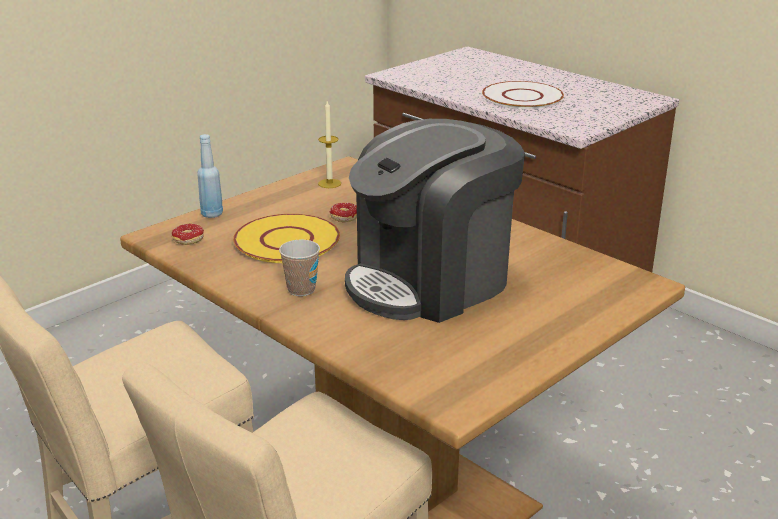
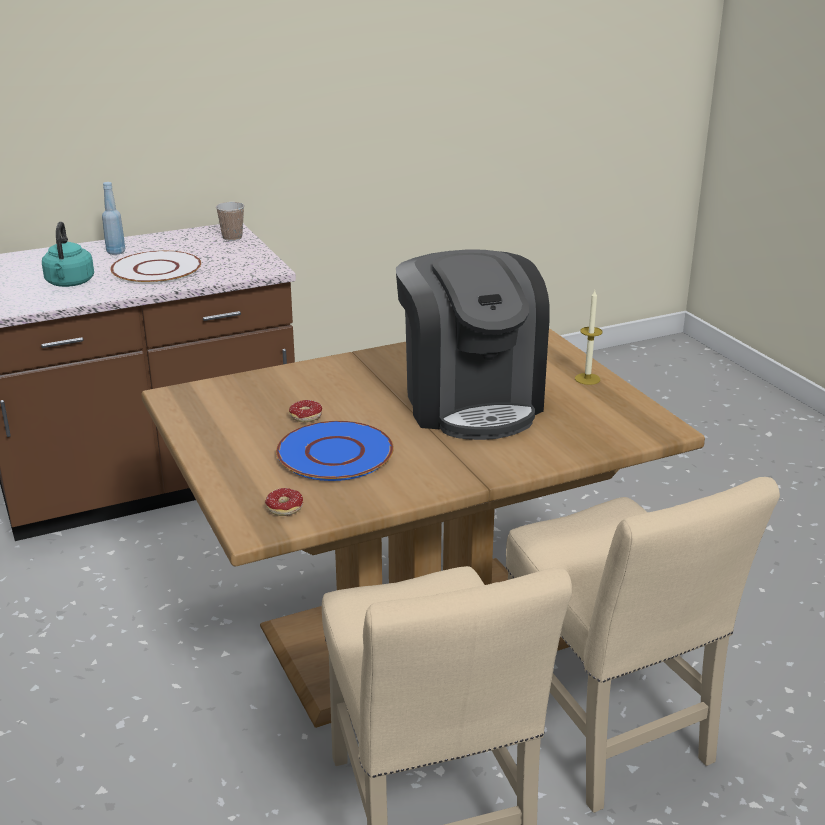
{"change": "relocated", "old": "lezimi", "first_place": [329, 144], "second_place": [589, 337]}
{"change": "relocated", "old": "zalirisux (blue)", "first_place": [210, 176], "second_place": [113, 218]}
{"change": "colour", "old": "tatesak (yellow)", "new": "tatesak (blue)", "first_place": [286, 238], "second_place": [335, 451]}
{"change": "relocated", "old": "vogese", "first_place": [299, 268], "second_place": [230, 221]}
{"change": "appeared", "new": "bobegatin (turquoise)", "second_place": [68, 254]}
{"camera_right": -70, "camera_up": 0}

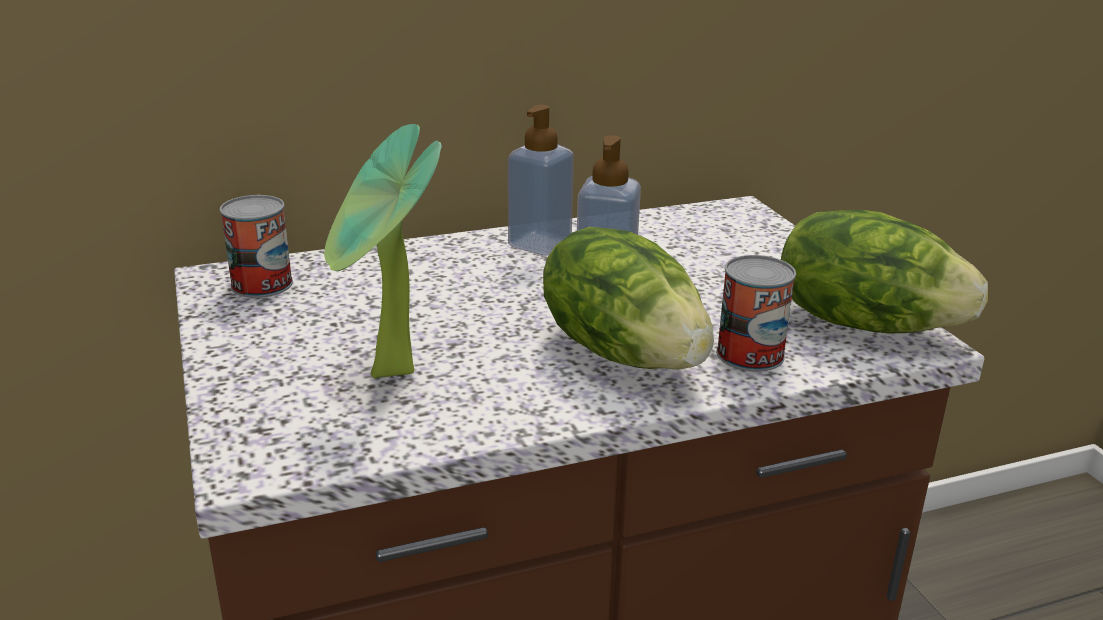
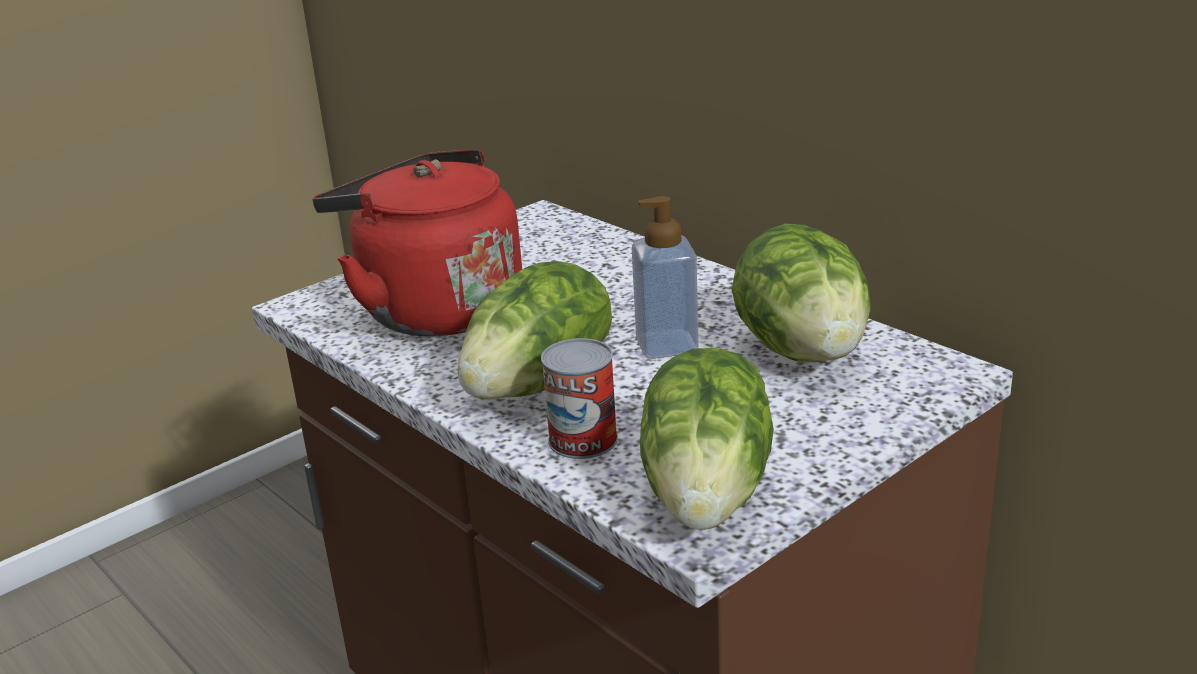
{"change": "missing", "old": "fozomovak", "first_place": [541, 180]}
{"change": "exchanged", "old": "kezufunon", "new": "bobegatin (red)", "first_place": [383, 251], "second_place": [417, 243]}
{"change": "missing", "old": "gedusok", "first_place": [256, 246]}
{"change": "appeared", "new": "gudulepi", "second_place": [801, 293]}
{"camera_right": 70, "camera_up": 0}

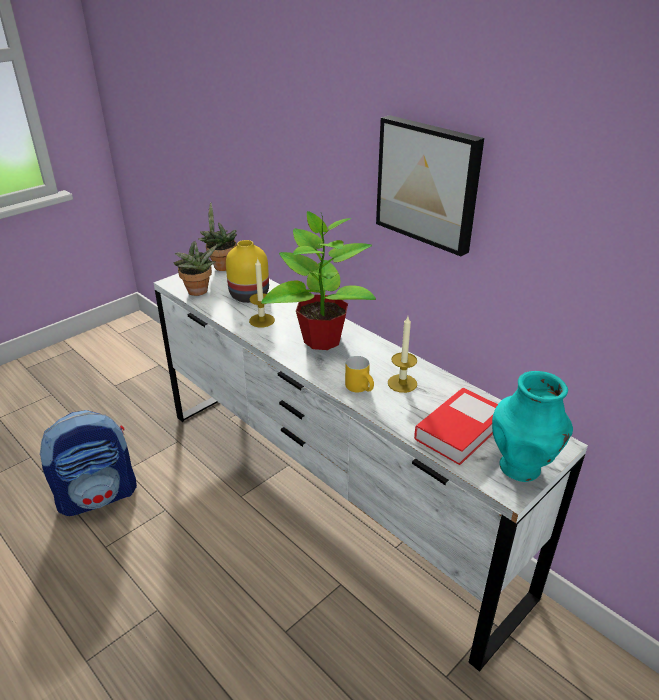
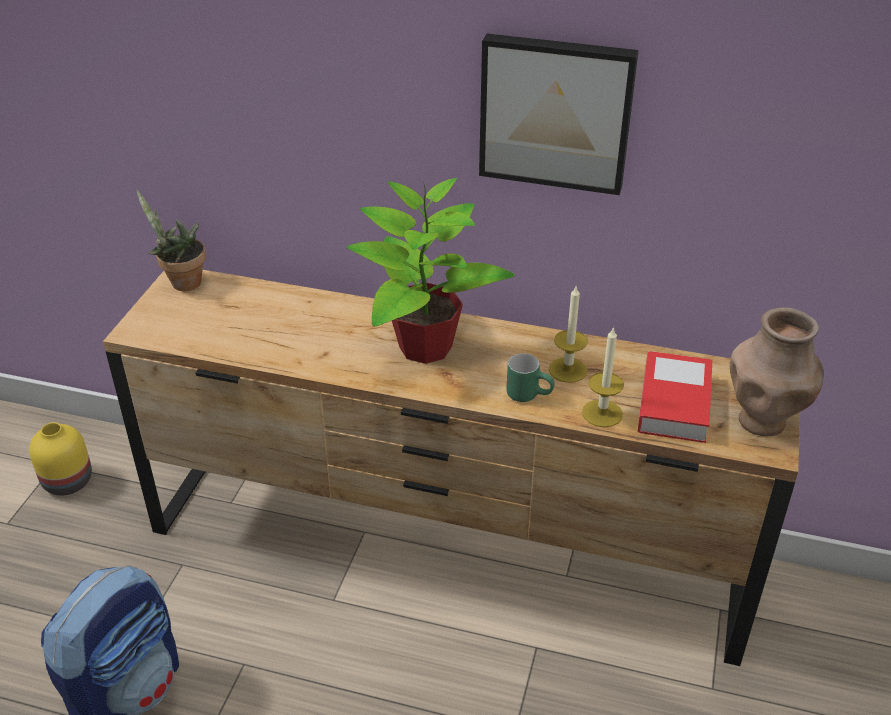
{"change": "relocated", "old": "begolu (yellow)", "first_place": [247, 271], "second_place": [60, 459]}
{"change": "missing", "old": "kezufunon", "first_place": [195, 268]}
{"change": "relocated", "old": "lezimi", "first_place": [262, 293], "second_place": [603, 377]}
{"change": "colour", "old": "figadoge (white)", "new": "figadoge (brown)", "first_place": [371, 468], "second_place": [451, 468]}
{"change": "colour", "old": "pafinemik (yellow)", "new": "pafinemik (green)", "first_place": [359, 374], "second_place": [530, 377]}
{"change": "colour", "old": "begolu (turquoise)", "new": "begolu (brown)", "first_place": [532, 426], "second_place": [777, 371]}
{"camera_right": -30, "camera_up": 5}

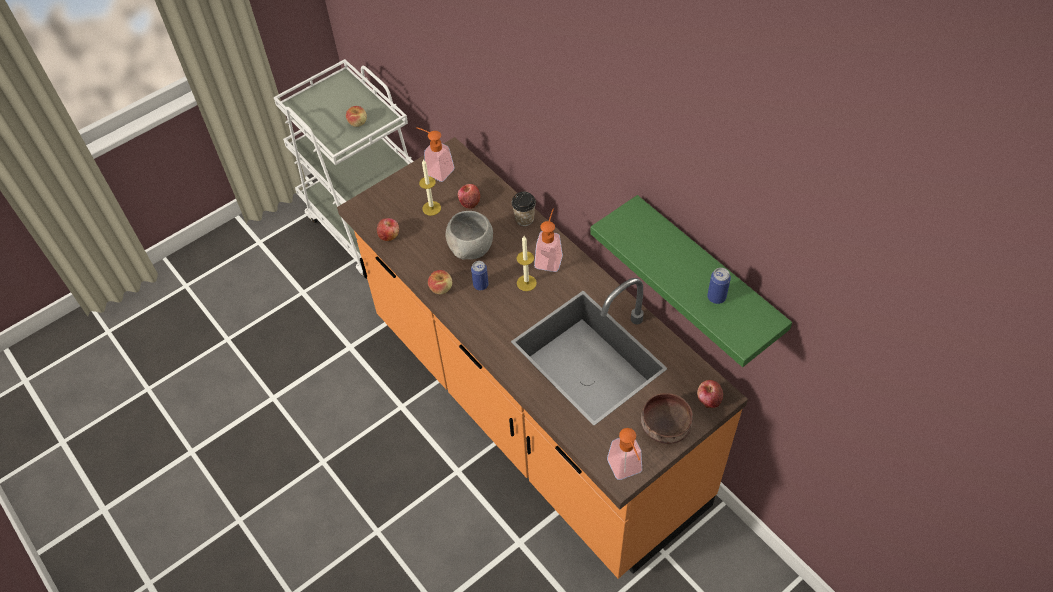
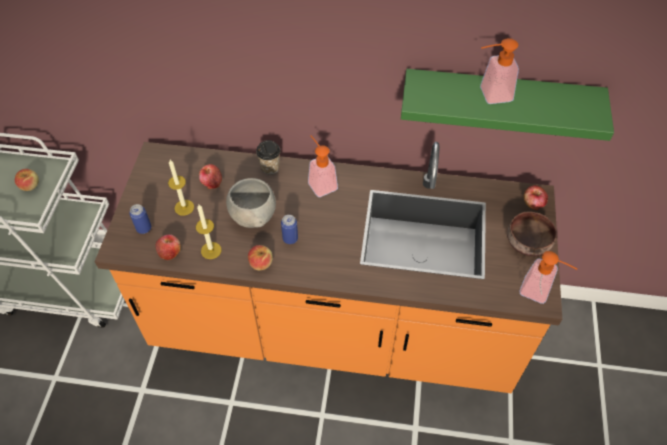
{"change": "relocated", "old": "fozomovak", "first_place": [435, 154], "second_place": [499, 71]}
{"change": "relocated", "old": "lezimi", "first_place": [527, 263], "second_place": [208, 232]}
{"change": "relocated", "old": "gedusok", "first_place": [719, 286], "second_place": [140, 219]}
{"camera_right": -45, "camera_up": 0}

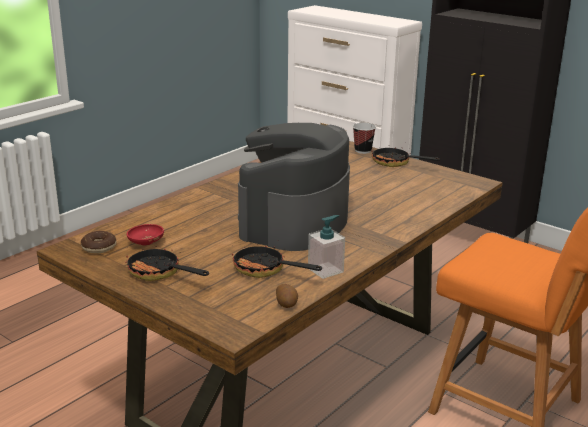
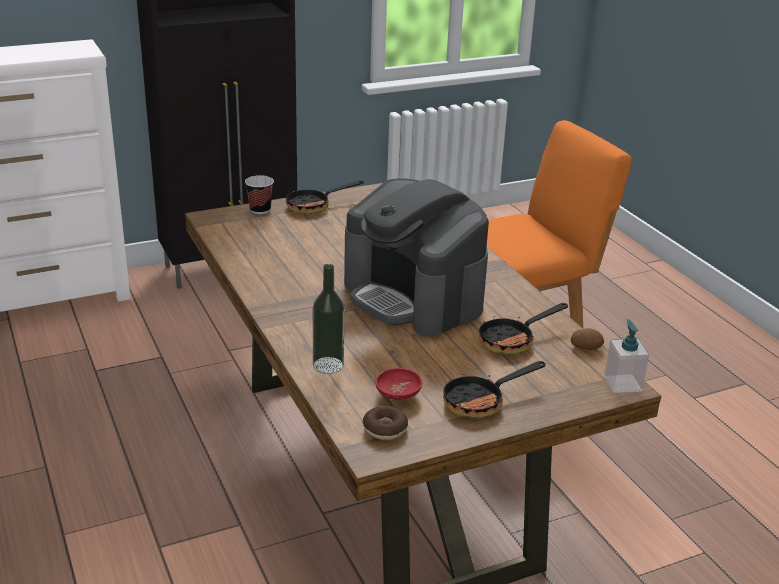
{"change": "relocated", "old": "fozomovak", "first_place": [326, 247], "second_place": [627, 356]}
{"change": "appeared", "new": "zalirisux", "second_place": [329, 319]}
{"camera_right": -65, "camera_up": 5}

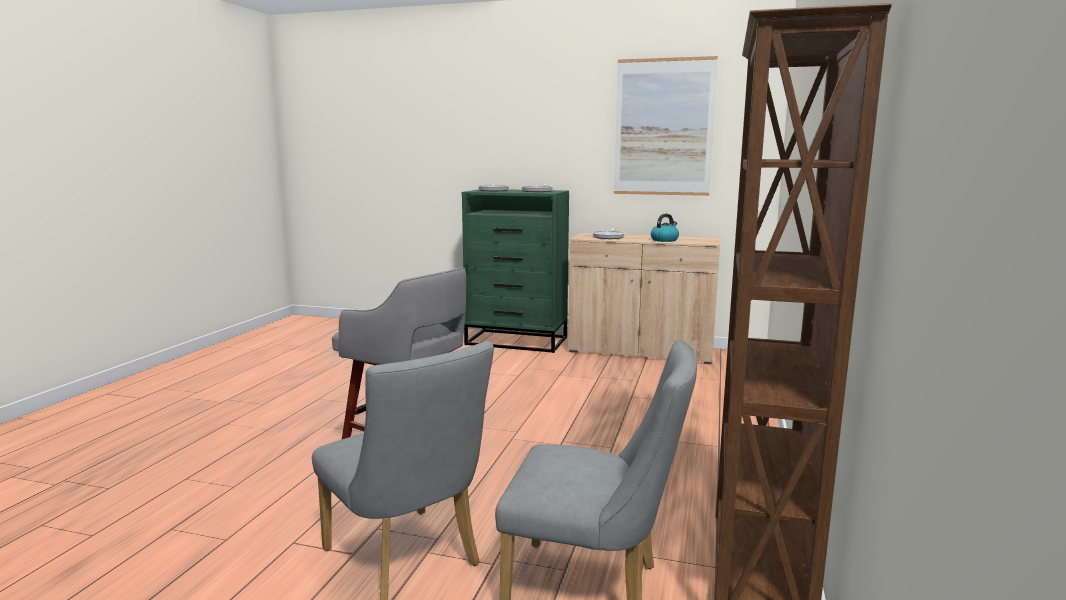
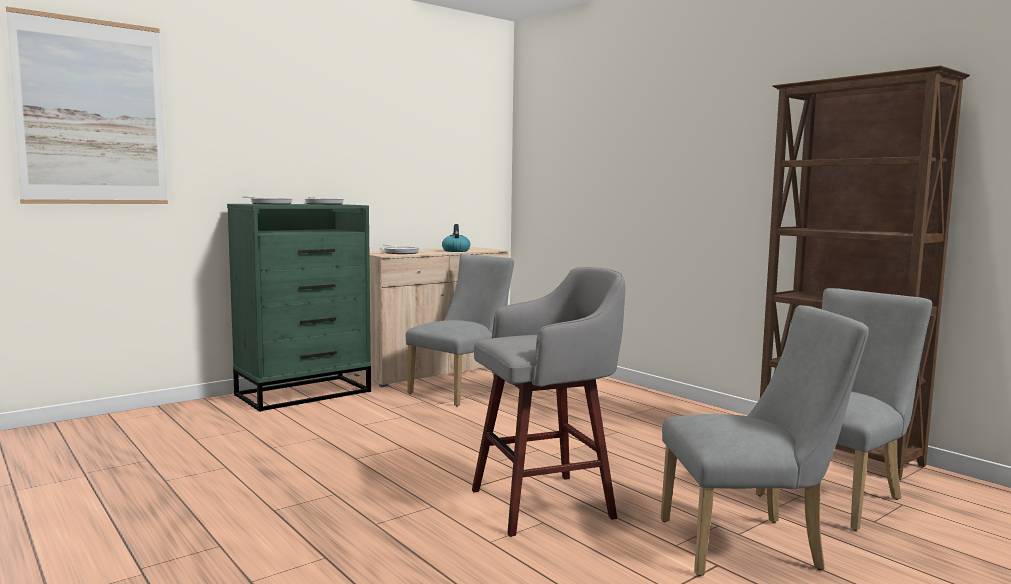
{"change": "relocated", "old": "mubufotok", "first_place": [666, 126], "second_place": [87, 105]}
{"change": "appeared", "new": "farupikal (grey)", "second_place": [460, 330]}
{"camera_right": -55, "camera_up": -5}

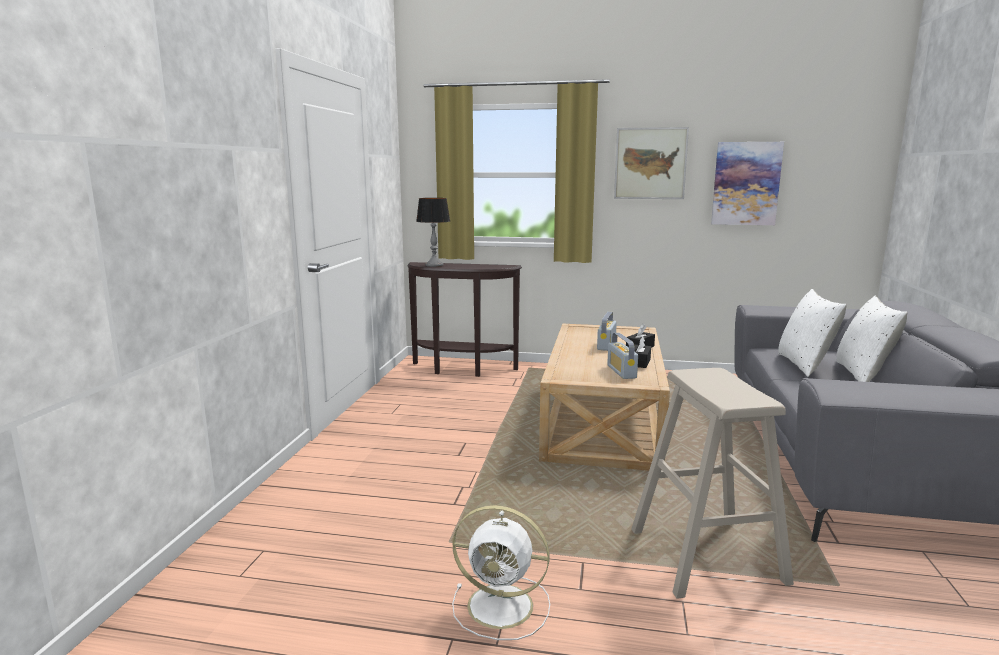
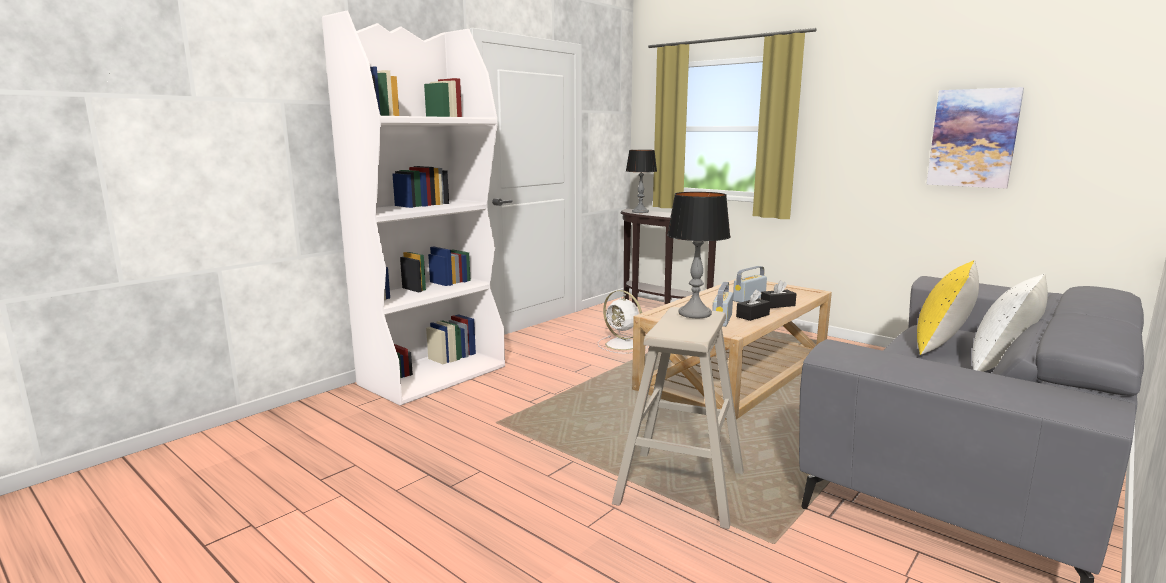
{"change": "missing", "old": "mubufotok", "first_place": [651, 163]}
{"change": "colour", "old": "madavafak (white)", "new": "madavafak (yellow)", "first_place": [812, 333], "second_place": [948, 307]}
{"change": "relocated", "old": "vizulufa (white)", "first_place": [501, 572], "second_place": [623, 322]}
{"change": "appeared", "new": "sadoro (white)", "second_place": [413, 208]}
{"change": "appeared", "new": "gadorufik", "second_place": [699, 255]}
{"camera_right": 30, "camera_up": 0}

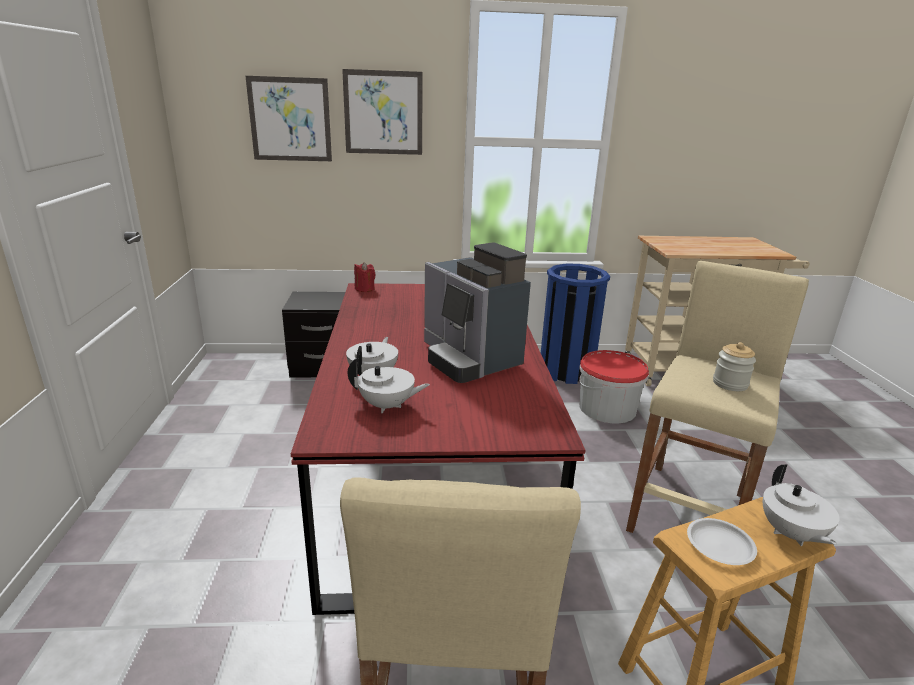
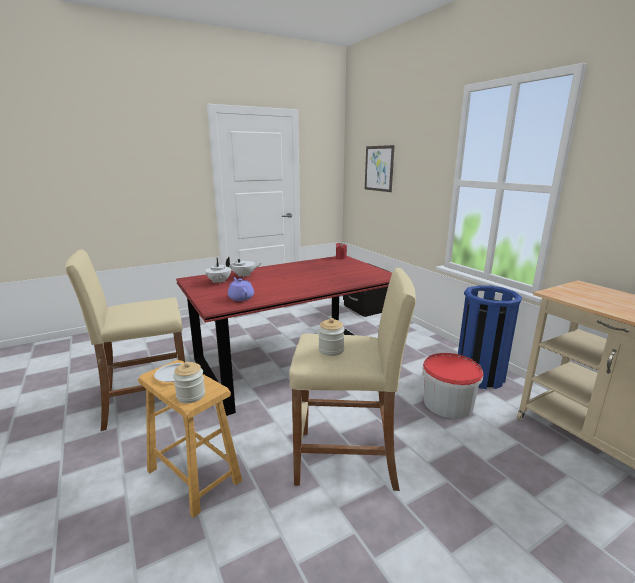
{"change": "missing", "old": "mubufotok", "first_place": [382, 112]}
{"change": "missing", "old": "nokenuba", "first_place": [477, 312]}
{"change": "exchanged", "old": "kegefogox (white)", "new": "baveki", "first_place": [801, 505], "second_place": [189, 382]}
{"change": "appeared", "new": "kegefogox (purple)", "second_place": [241, 289]}
{"camera_right": 65, "camera_up": -5}

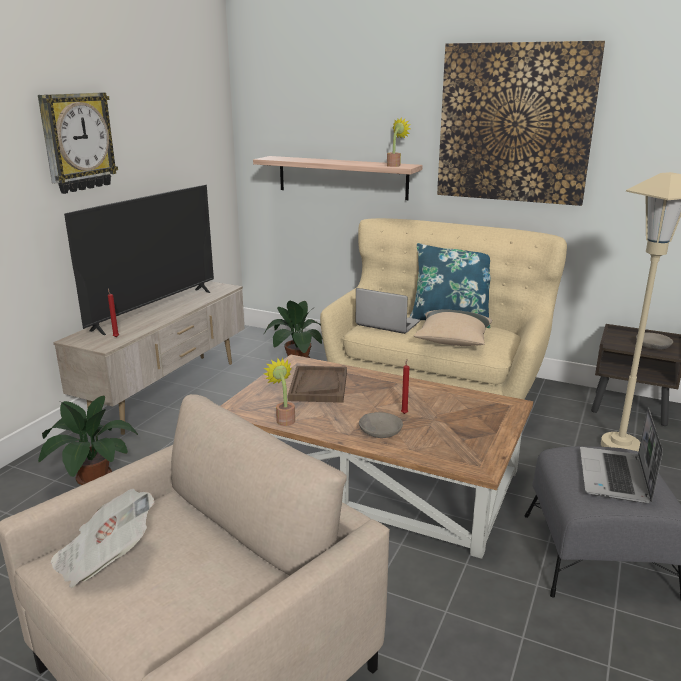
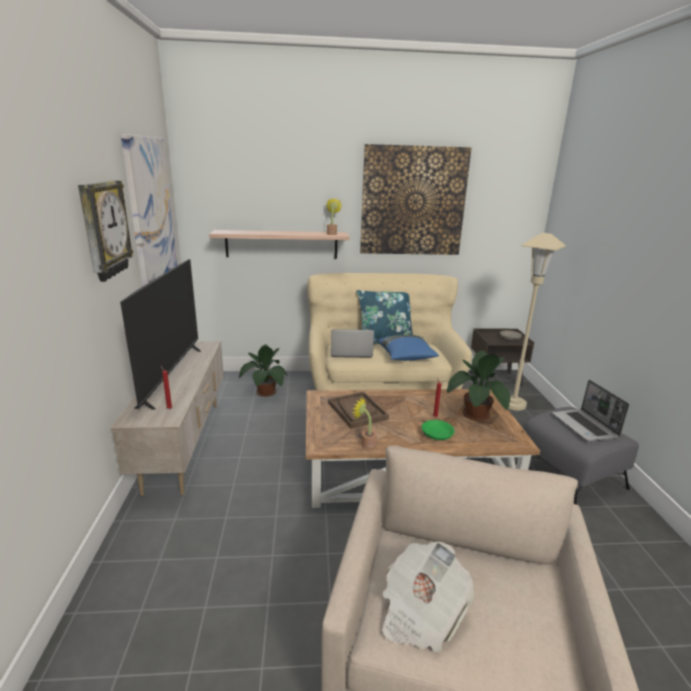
{"change": "colour", "old": "madavafak (beige)", "new": "madavafak (blue)", "first_place": [453, 327], "second_place": [408, 348]}
{"change": "relocated", "old": "kezufunon", "first_place": [88, 440], "second_place": [479, 385]}
{"change": "colour", "old": "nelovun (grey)", "new": "nelovun (green)", "first_place": [381, 425], "second_place": [438, 430]}
{"change": "appeared", "new": "mubufotok", "second_place": [149, 210]}
{"camera_right": -30, "camera_up": 0}

